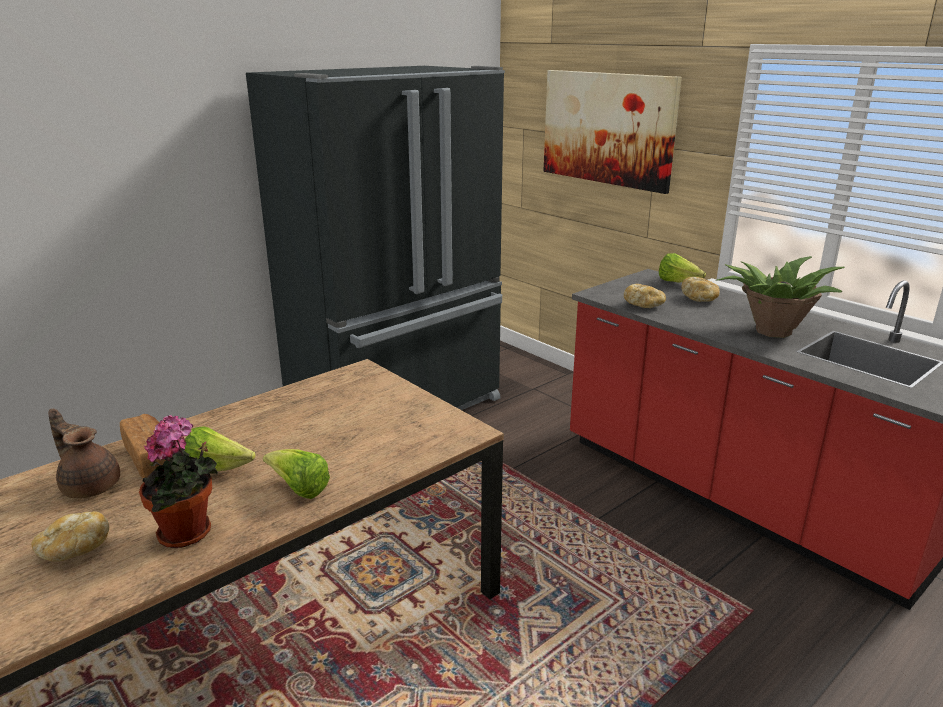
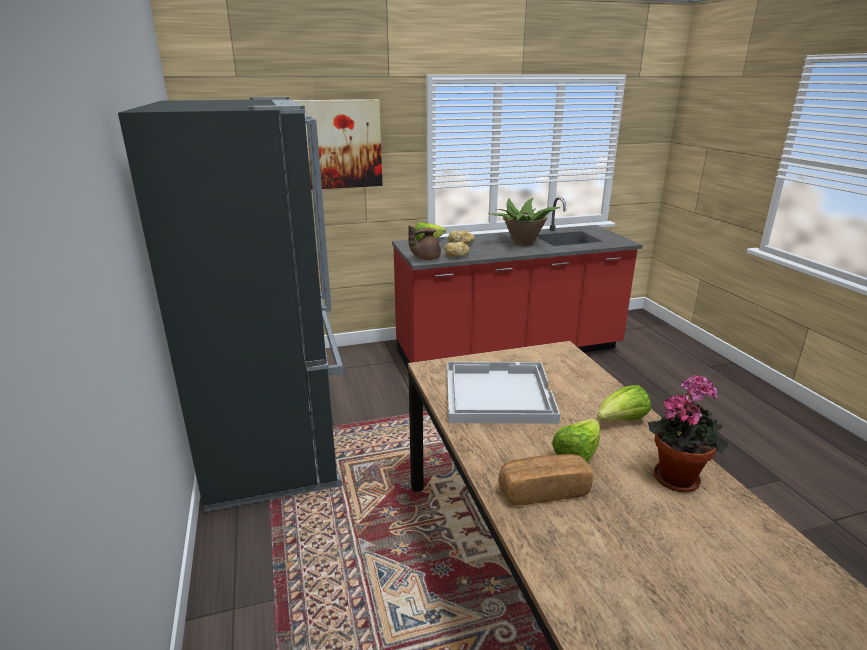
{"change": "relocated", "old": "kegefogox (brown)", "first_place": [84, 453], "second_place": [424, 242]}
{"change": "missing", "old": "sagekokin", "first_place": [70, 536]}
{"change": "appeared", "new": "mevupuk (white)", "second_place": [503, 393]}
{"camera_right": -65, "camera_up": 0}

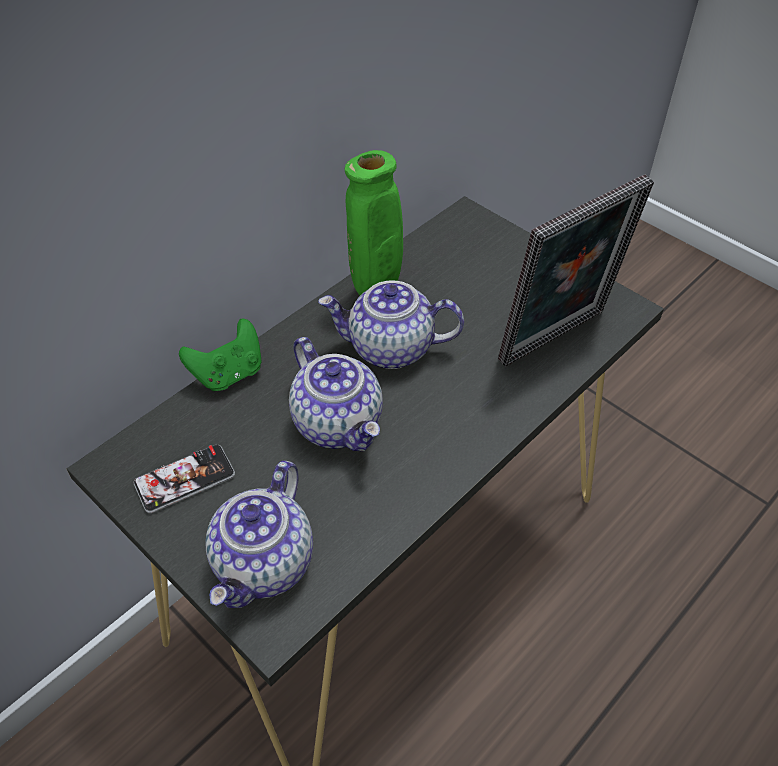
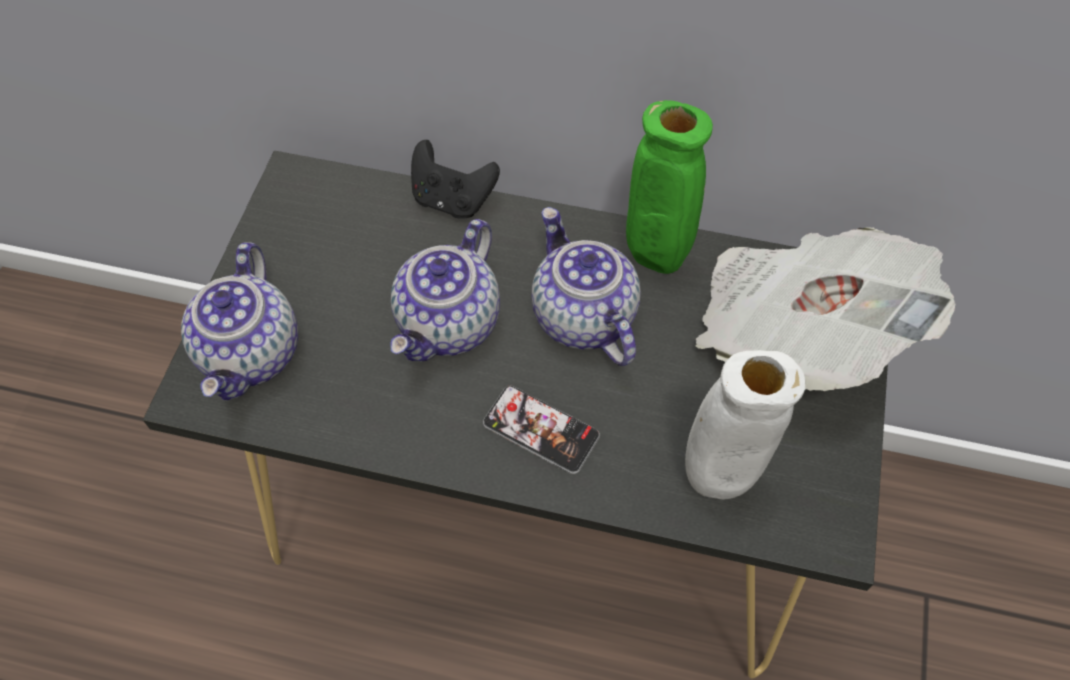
{"change": "exchanged", "old": "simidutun", "new": "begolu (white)", "first_place": [576, 270], "second_place": [745, 425]}
{"change": "colour", "old": "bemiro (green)", "new": "bemiro (black)", "first_place": [220, 355], "second_place": [455, 179]}
{"change": "relocated", "old": "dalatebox", "first_place": [184, 479], "second_place": [541, 430]}
{"change": "spun", "old": "kegefogox", "first_place": [259, 534], "second_place": [239, 321], "degrees": -75}
{"change": "appeared", "new": "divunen", "second_place": [825, 309]}
{"camera_right": 60, "camera_up": 10}

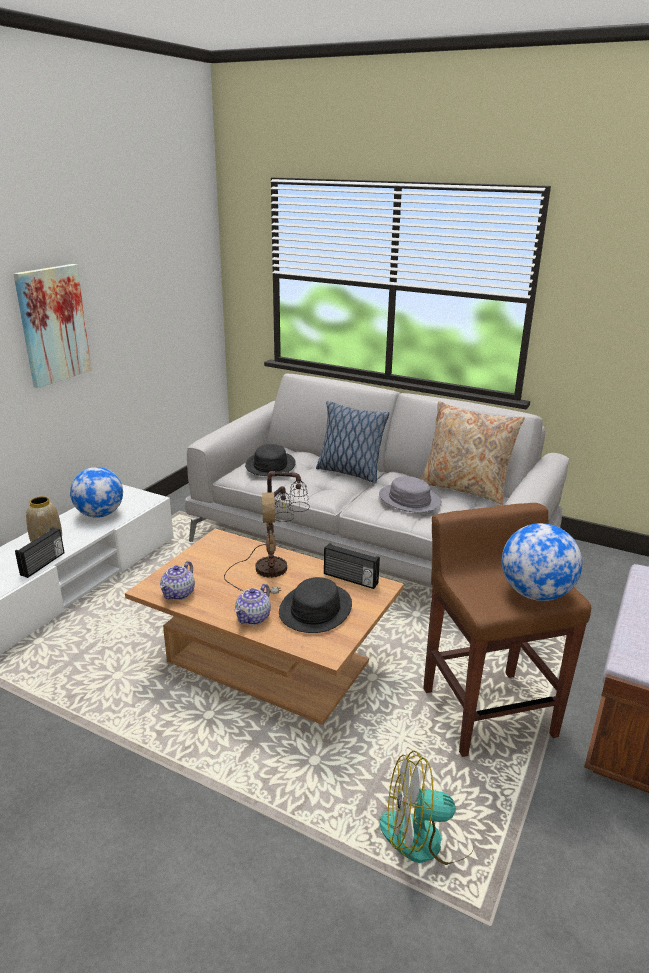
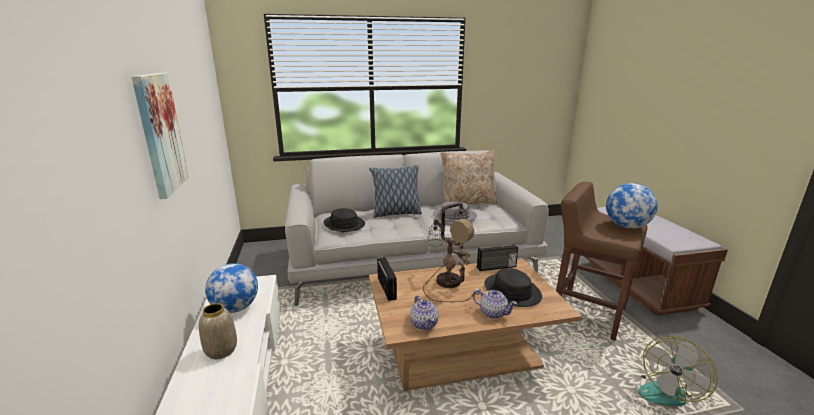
{"change": "relocated", "old": "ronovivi", "first_place": [39, 552], "second_place": [387, 279]}
{"change": "spun", "old": "kegefogox", "first_place": [253, 604], "second_place": [495, 304], "degrees": -45}
{"camera_right": -40, "camera_up": -5}

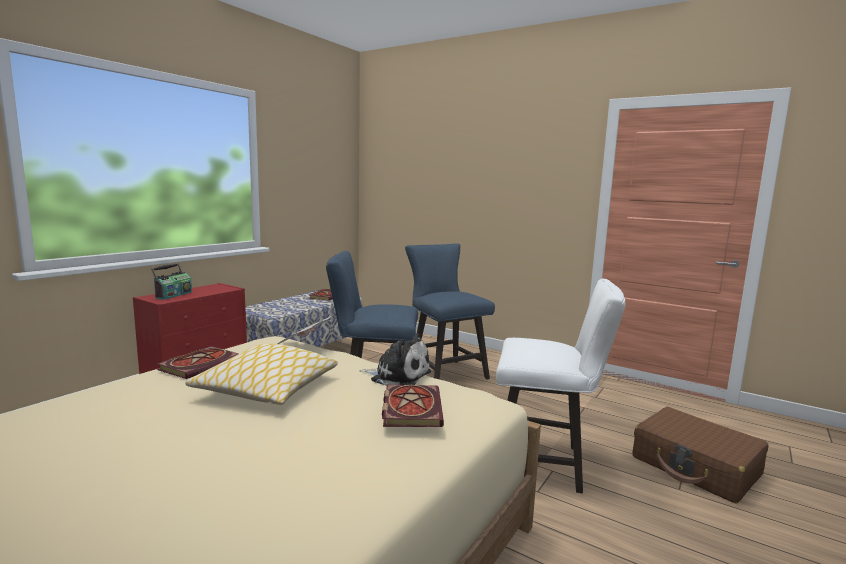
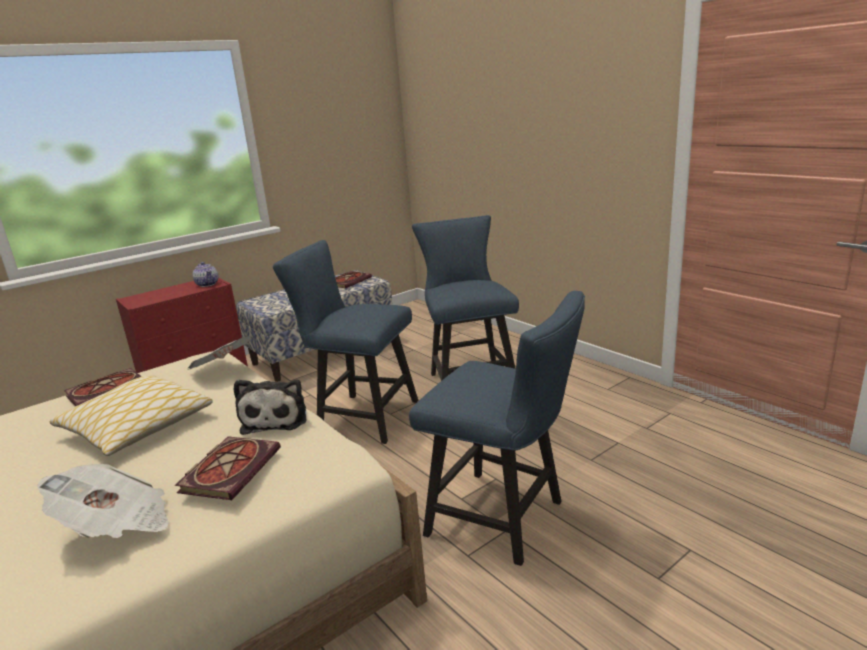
{"change": "missing", "old": "ronovivi", "first_place": [171, 281]}
{"change": "colour", "old": "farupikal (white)", "new": "farupikal (blue)", "first_place": [561, 386], "second_place": [497, 428]}
{"change": "spun", "old": "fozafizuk", "first_place": [395, 360], "second_place": [270, 407], "degrees": 45}
{"change": "missing", "old": "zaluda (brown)", "first_place": [701, 455]}
{"change": "appeared", "new": "kegefogox", "second_place": [206, 274]}
{"change": "appeared", "new": "divunen", "second_place": [102, 501]}
{"camera_right": 20, "camera_up": 10}

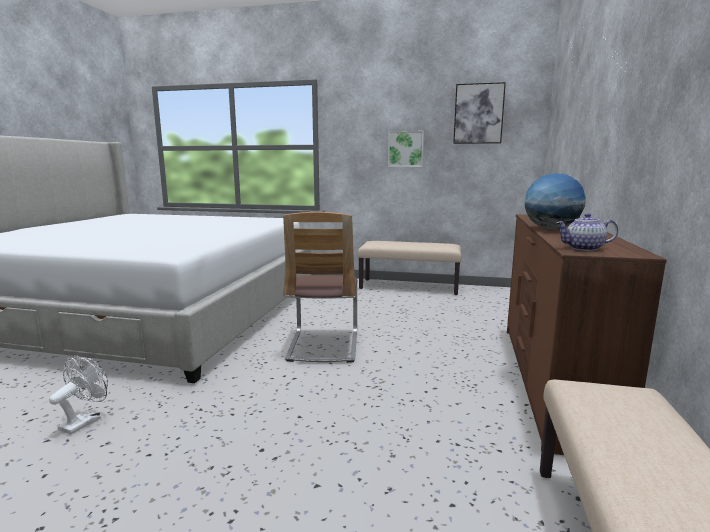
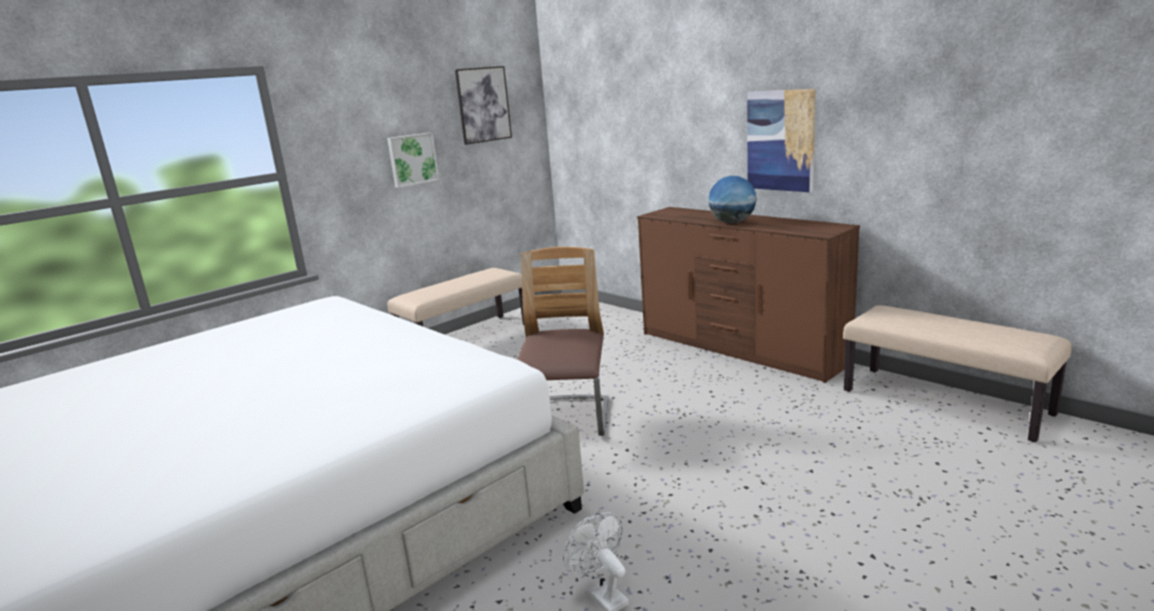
{"change": "spun", "old": "farupikal", "first_place": [320, 287], "second_place": [563, 341], "degrees": -120}
{"change": "missing", "old": "kegefogox", "first_place": [587, 232]}
{"change": "appeared", "new": "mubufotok", "second_place": [781, 140]}
{"camera_right": -55, "camera_up": 5}

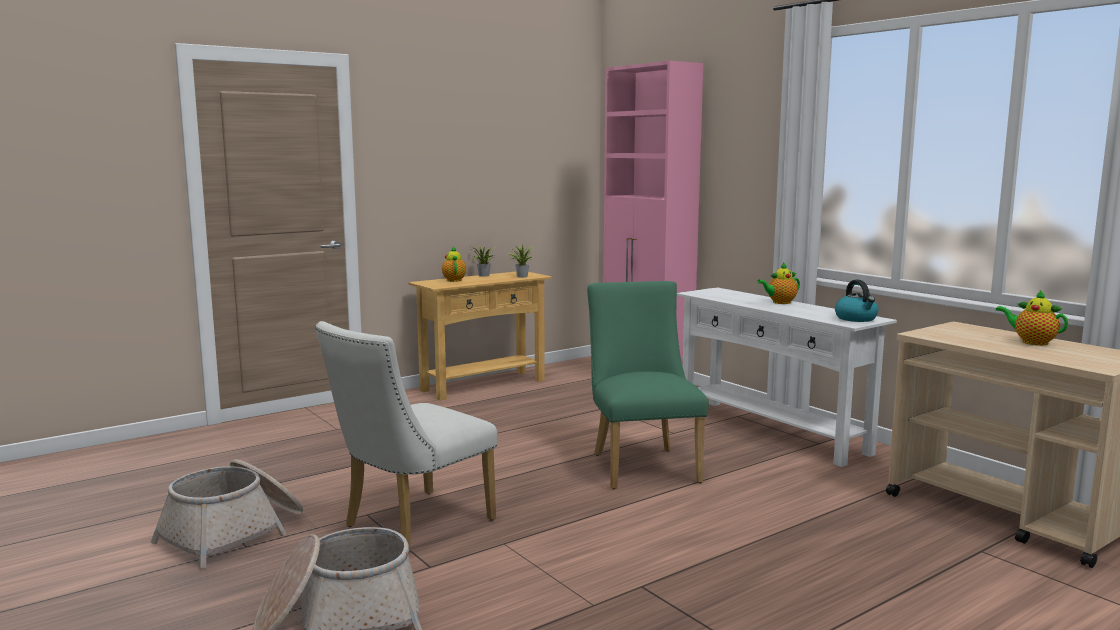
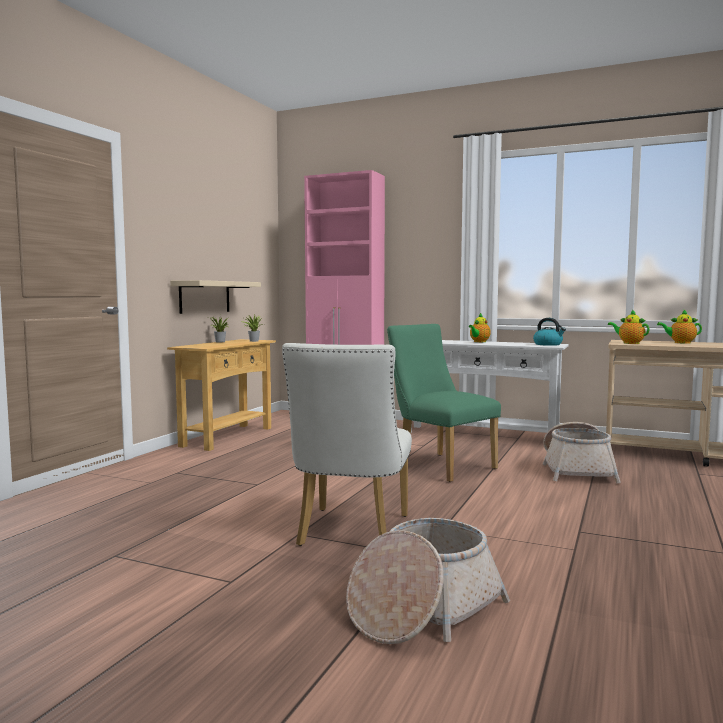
{"change": "relocated", "old": "kegefogox", "first_place": [454, 264], "second_place": [628, 326]}
{"change": "relocated", "old": "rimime", "first_place": [227, 514], "second_place": [582, 453]}
{"change": "appeared", "new": "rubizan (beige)", "second_place": [215, 297]}
{"camera_right": -30, "camera_up": -5}

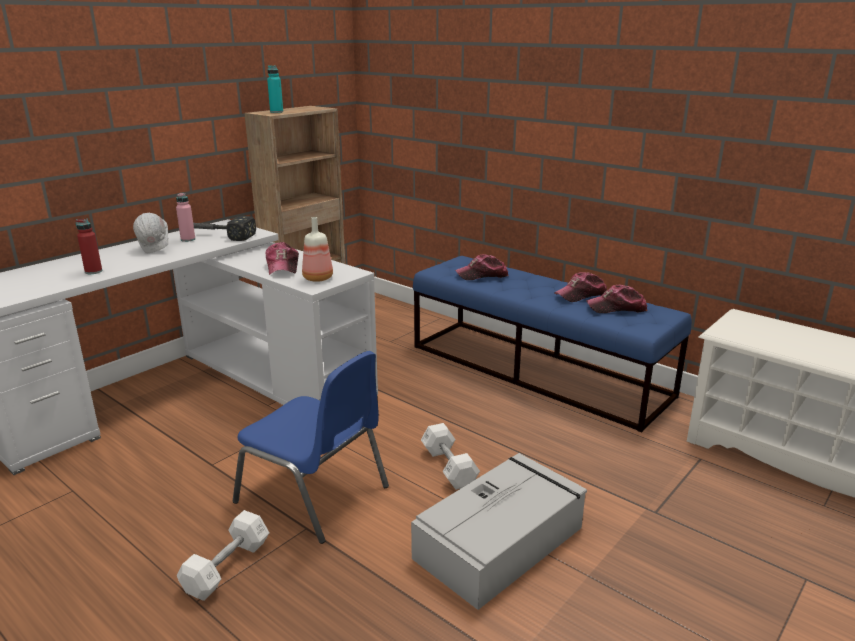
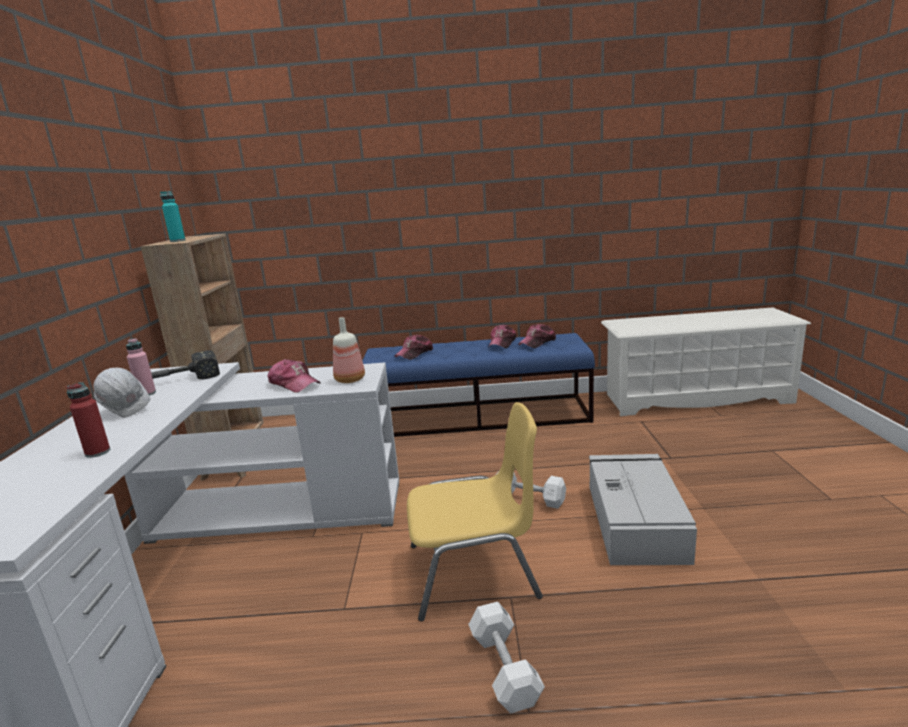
{"change": "colour", "old": "farupikal (blue)", "new": "farupikal (yellow)", "first_place": [311, 447], "second_place": [475, 512]}
{"camera_right": -40, "camera_up": -5}

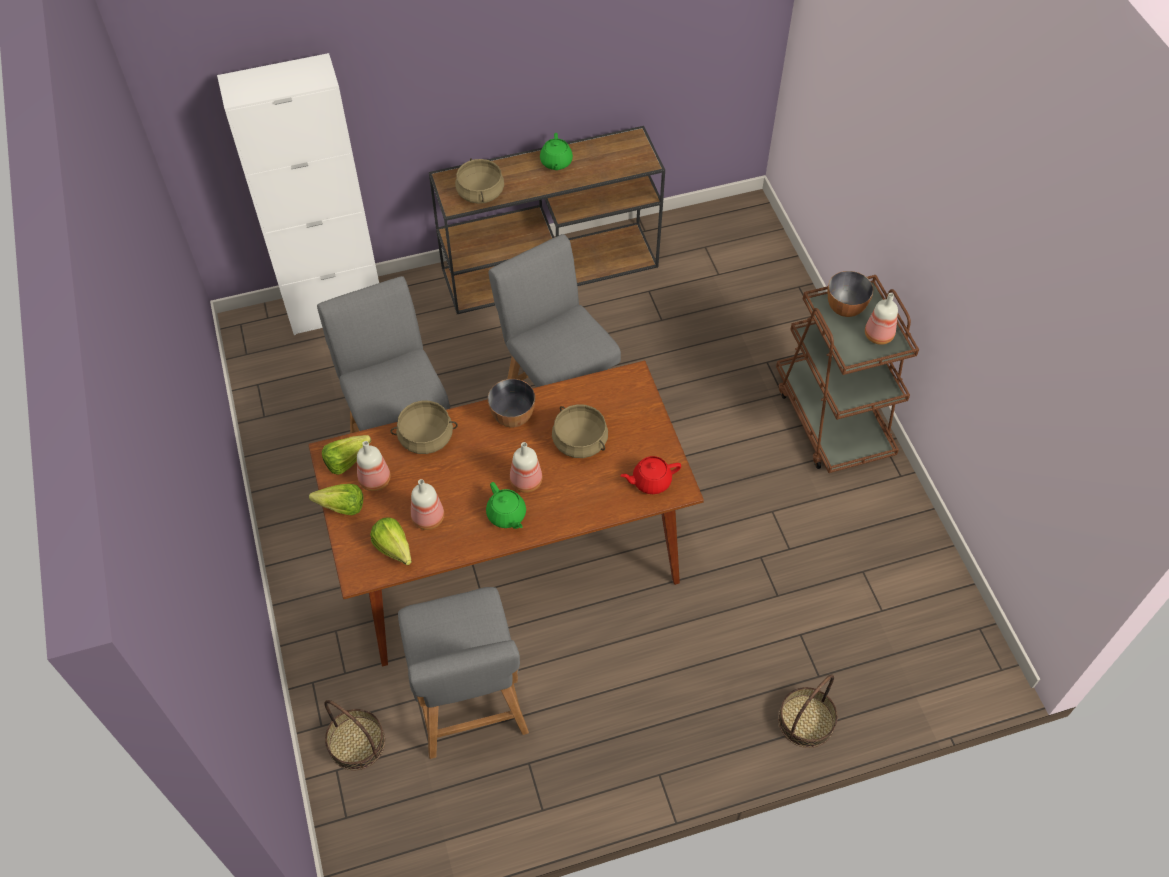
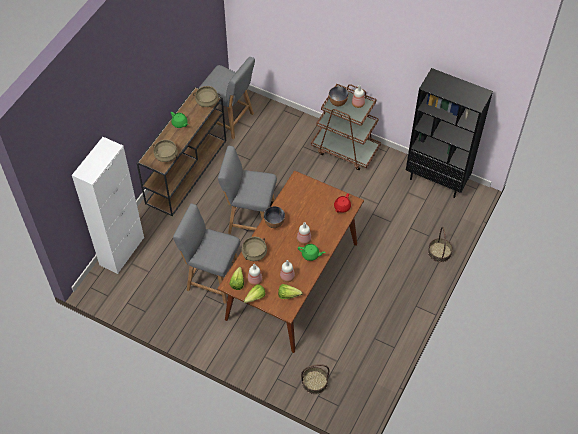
{"change": "relocated", "old": "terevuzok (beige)", "first_place": [580, 431], "second_place": [206, 96]}
{"change": "relocated", "old": "farupikal (grey)", "first_place": [463, 673], "second_place": [227, 98]}
{"change": "appeared", "new": "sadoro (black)", "second_place": [449, 133]}
{"camera_right": -45, "camera_up": 0}

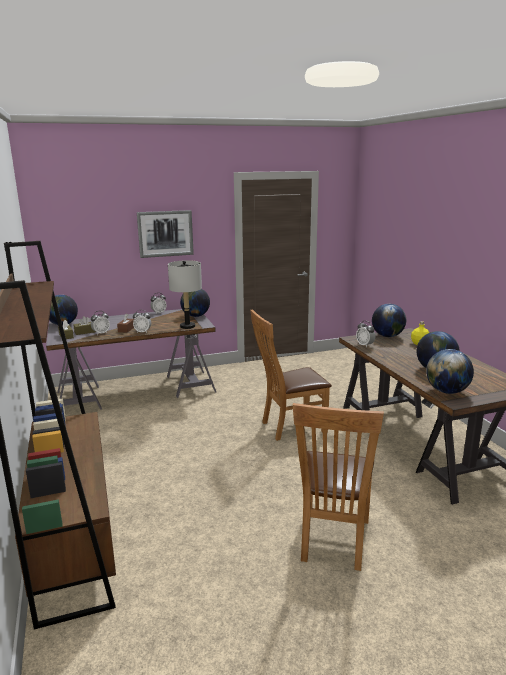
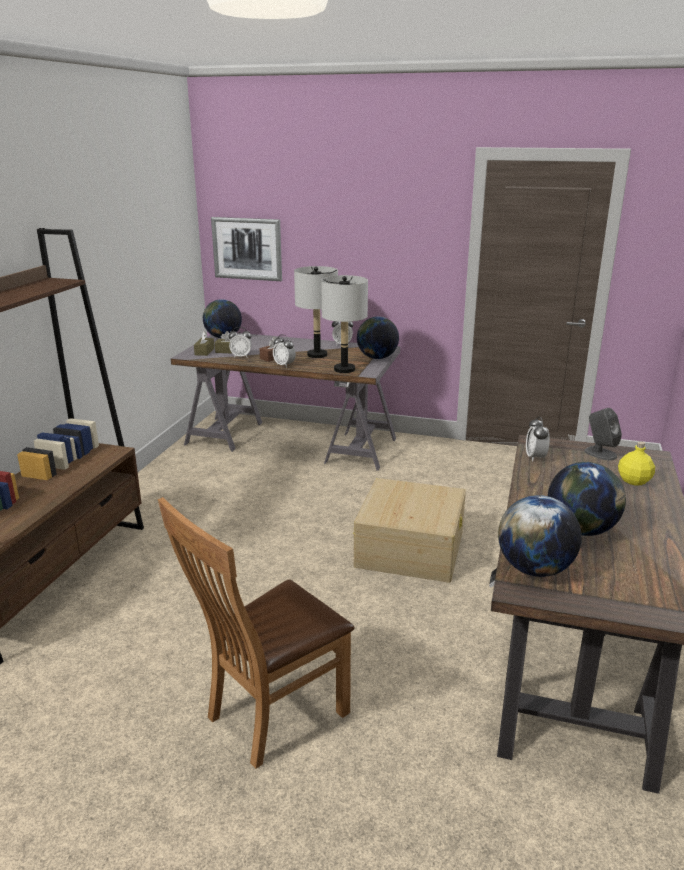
{"change": "relocated", "old": "mubufotok", "first_place": [165, 234], "second_place": [246, 249]}
{"change": "exchanged", "old": "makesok", "new": "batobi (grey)", "first_place": [389, 320], "second_place": [603, 434]}
{"change": "exchanged", "old": "farupikal (brown)", "new": "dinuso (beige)", "first_place": [291, 375], "second_place": [409, 530]}
{"change": "appeared", "new": "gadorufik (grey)", "second_place": [316, 312]}
{"camera_right": 35, "camera_up": 5}

